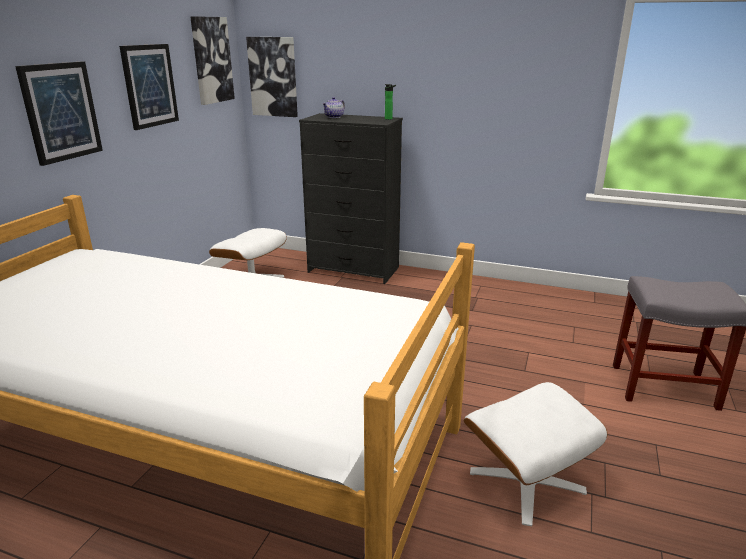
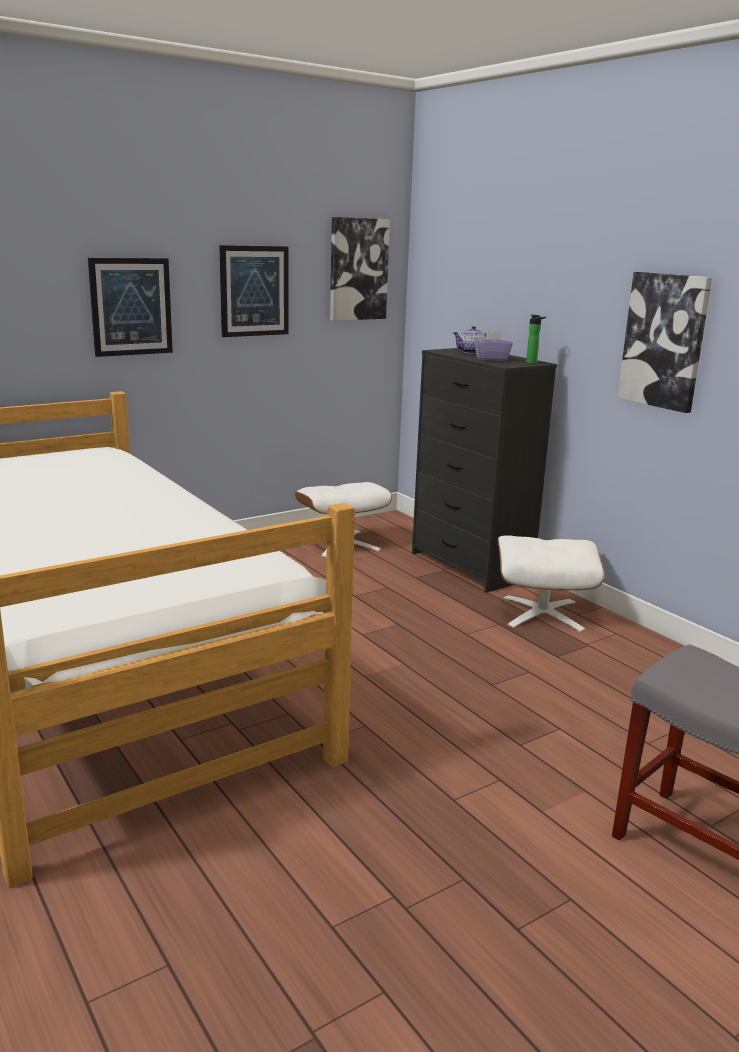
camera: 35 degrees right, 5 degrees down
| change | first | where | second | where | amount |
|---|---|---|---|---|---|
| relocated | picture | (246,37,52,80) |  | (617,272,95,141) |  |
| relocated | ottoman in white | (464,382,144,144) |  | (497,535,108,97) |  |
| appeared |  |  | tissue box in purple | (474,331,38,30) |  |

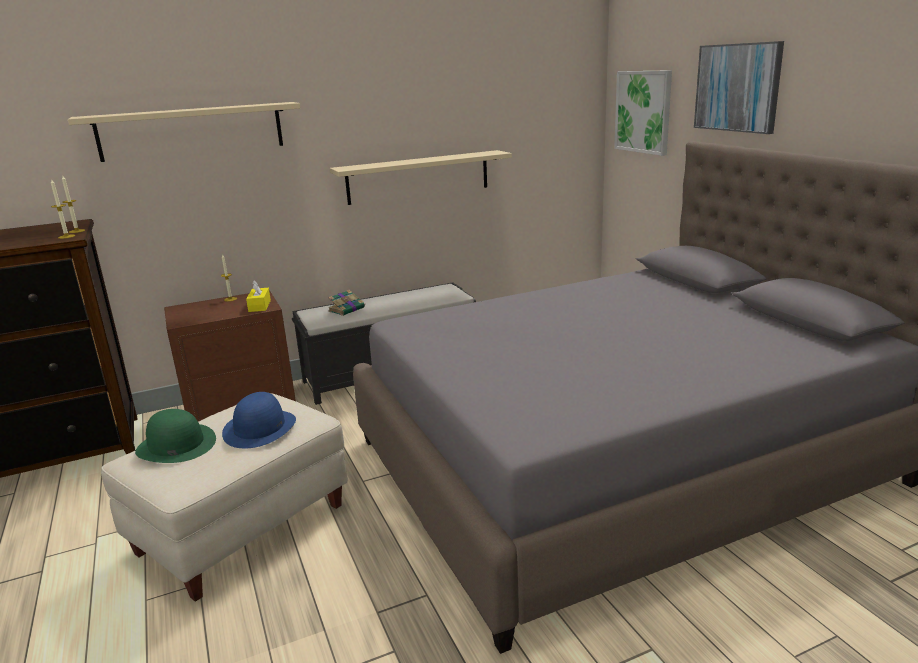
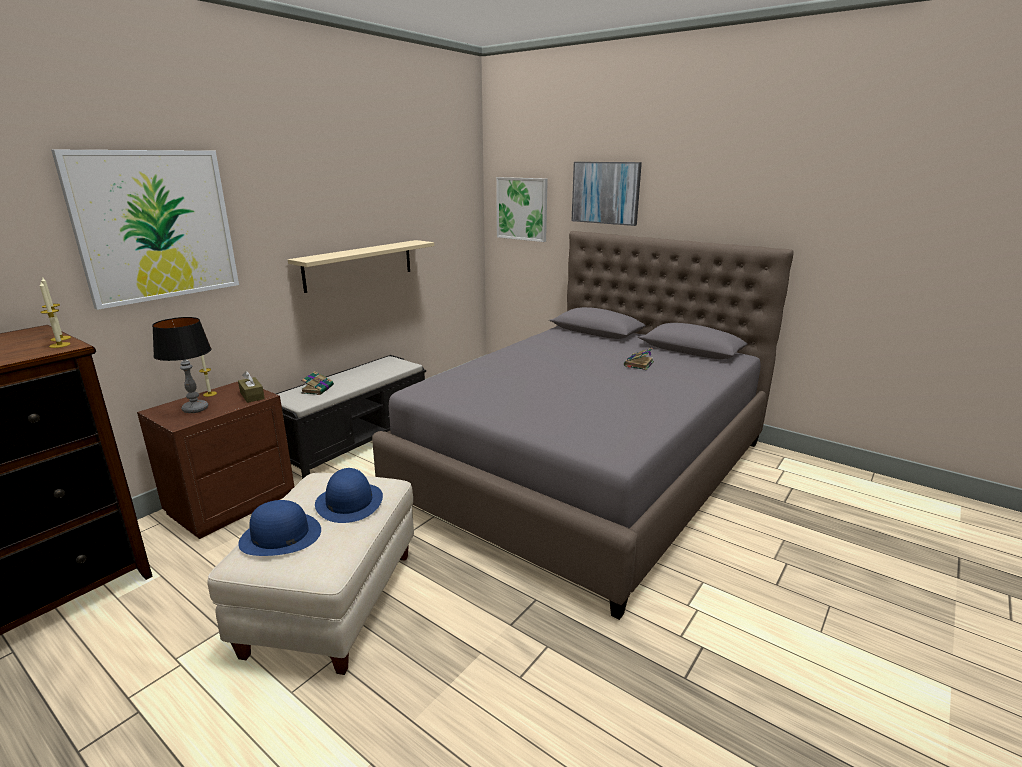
camera: 30 degrees left, 0 degrees up
| change | first | where | second | where | amount |
|---|---|---|---|---|---|
| exchanged | shelf in beige | (68,102,232,60) | picture | (51,150,188,160) |  |
| colour | hat in green | (135,409,81,54) | hat in blue | (238,500,83,56) |  |
| colour | tissue box in yellow | (246,280,25,32) | tissue box in brown | (238,371,27,32) |  |
| appeared |  |  | table lamp | (152,317,59,96) |  |
| appeared |  |  | book | (624,348,30,22) |  |

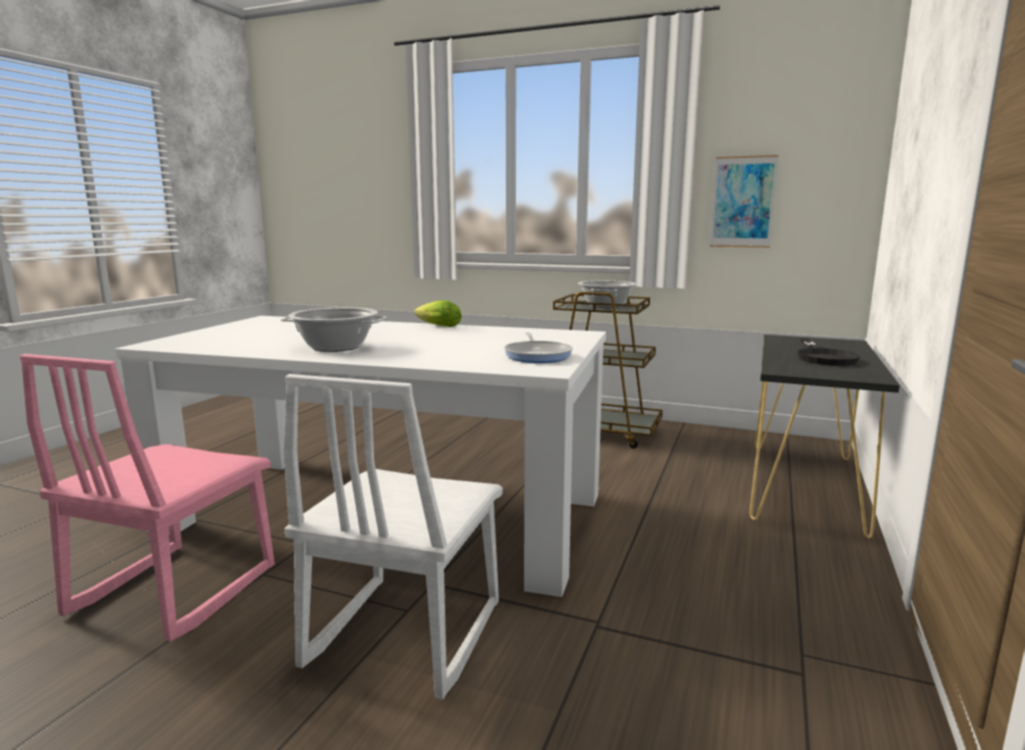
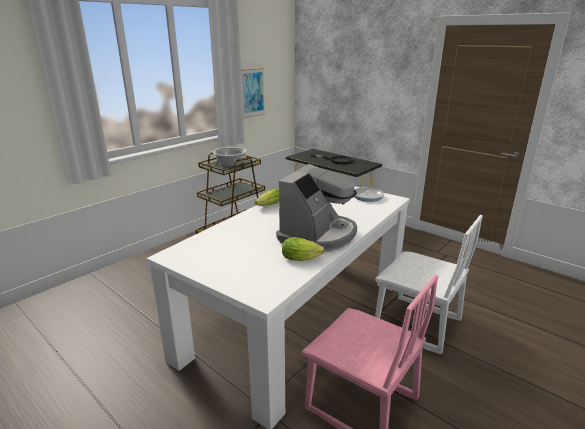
camera: 70 degrees left, 10 degrees up
| change | first | where | second | where | amount |
|---|---|---|---|---|---|
| exchanged | cooking pot | (280,307,107,45) | coffee machine | (276,164,81,87) |  |
| appeared |  |  | lettuce | (282,237,42,24) |  |

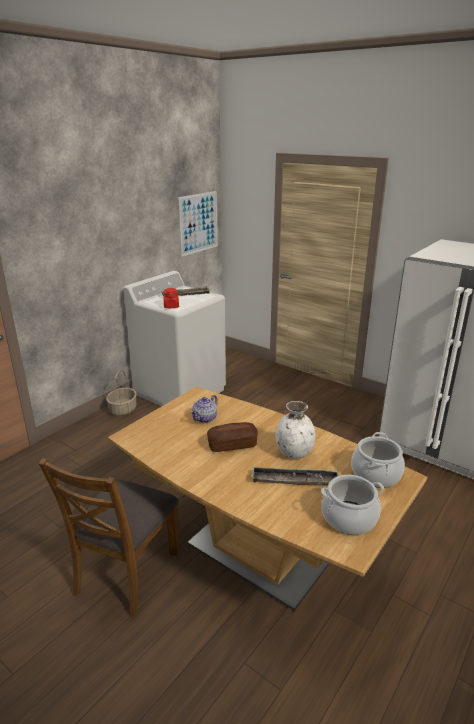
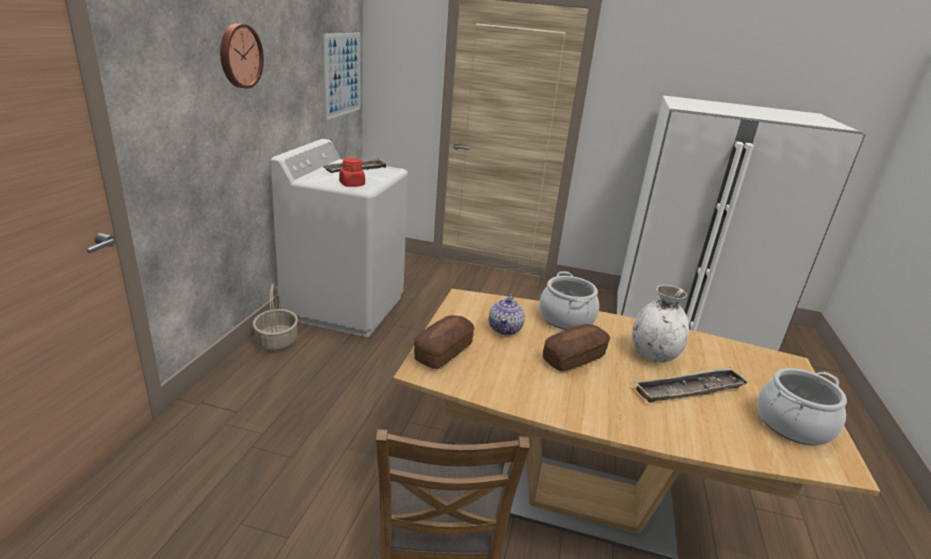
camera: 25 degrees left, 0 degrees up
| change | first | where | second | where | amount |
|---|---|---|---|---|---|
| relocated | cooking pot | (351,432,54,56) |  | (539,271,60,59) |  |
| appeared |  |  | wall clock | (220,23,44,66) |  |
| appeared |  |  | bread | (414,315,60,54) |  |

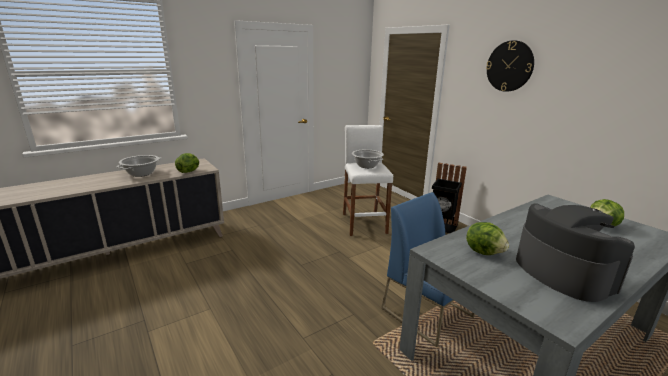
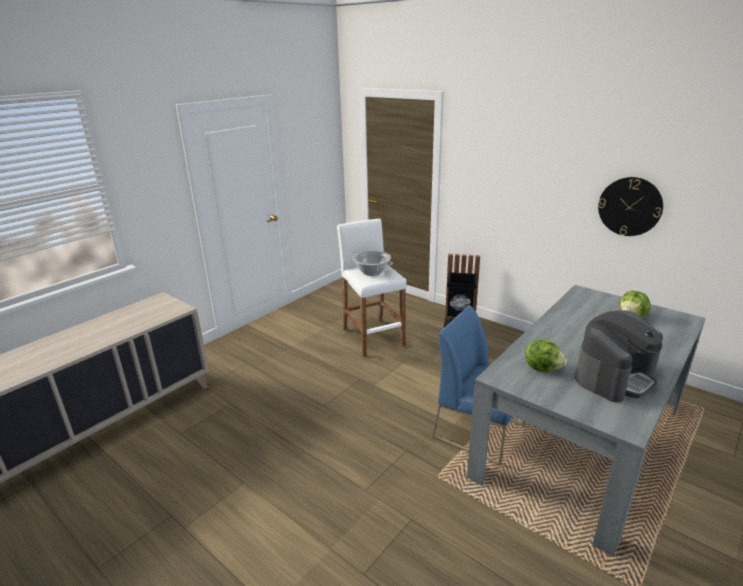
camera: 15 degrees left, 5 degrees up
| change | first | where | second | where | amount |
|---|---|---|---|---|---|
| missing | cooking pot | (116,155,45,22) |  |  |  |
| missing | lettuce | (175,153,24,20) |  |  |  |
| relocated | wall clock | (486,40,48,52) |  | (598,177,65,59) |  |
| spun | coffee machine | (516,203,119,99) |  | (575,310,88,93) | 90 degrees clockwise |

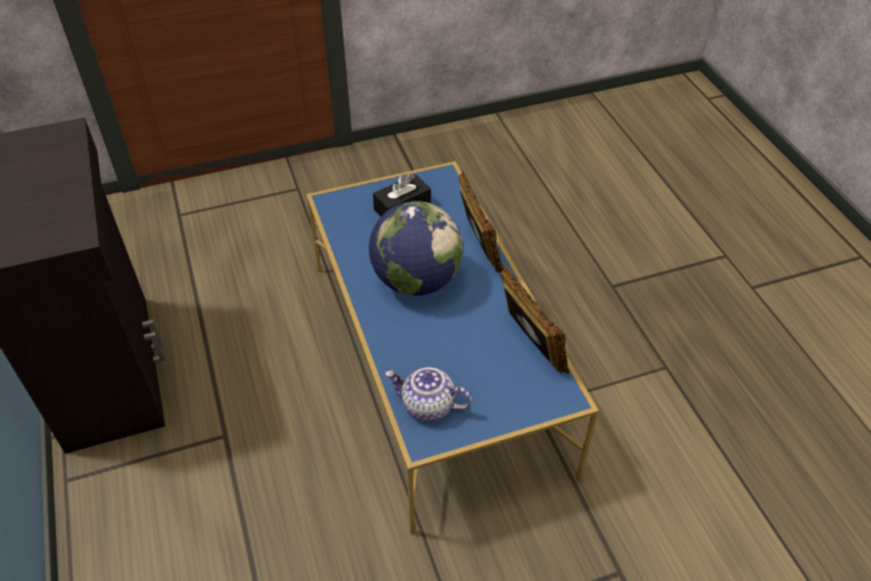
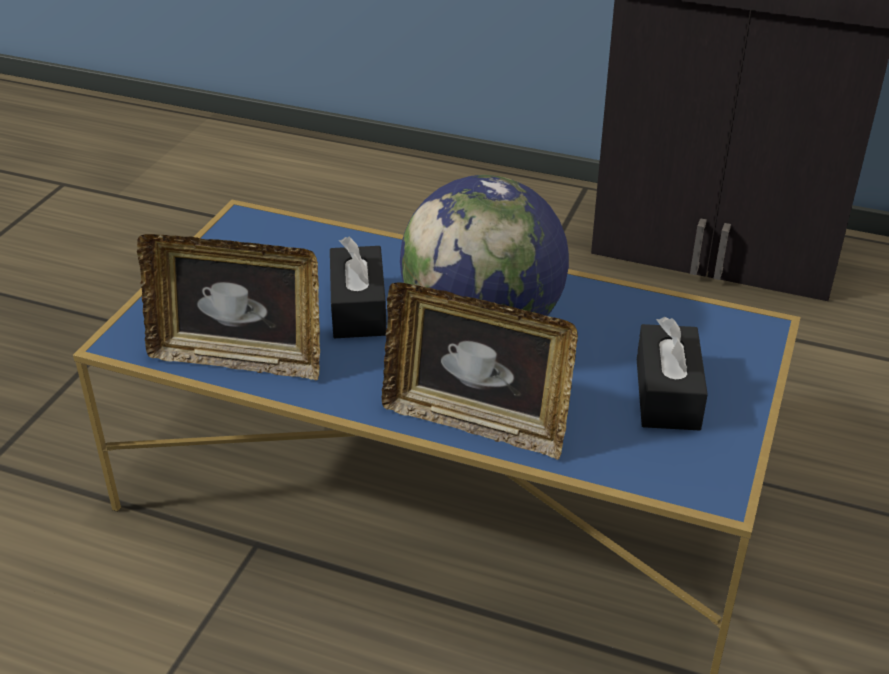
camera: 130 degrees right, 10 degrees down
| change | first | where | second | where | amount |
|---|---|---|---|---|---|
| missing | teapot | (385,367,87,55) |  |  |  |
| appeared |  |  | tissue box in black | (330,237,57,101) |  |

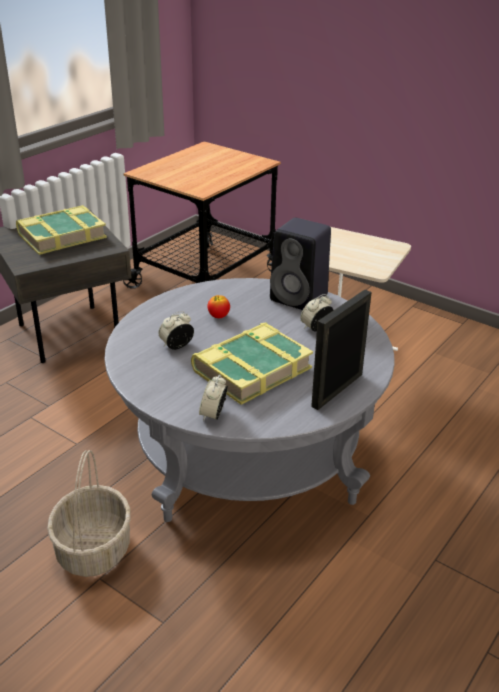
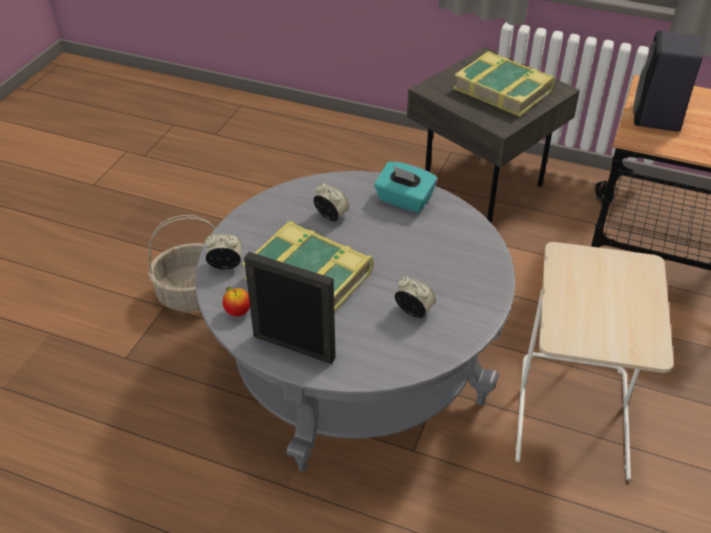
camera: 75 degrees right, 10 degrees up
| change | first | where | second | where | amount |
|---|---|---|---|---|---|
| relocated | apple | (208,295,22,23) |  | (222,287,28,29) |  |
| relocated | speaker in black | (270,218,61,92) |  | (633,30,70,102) |  |
| appeared |  |  | tissue box in turquoise | (374,162,63,51) |  |

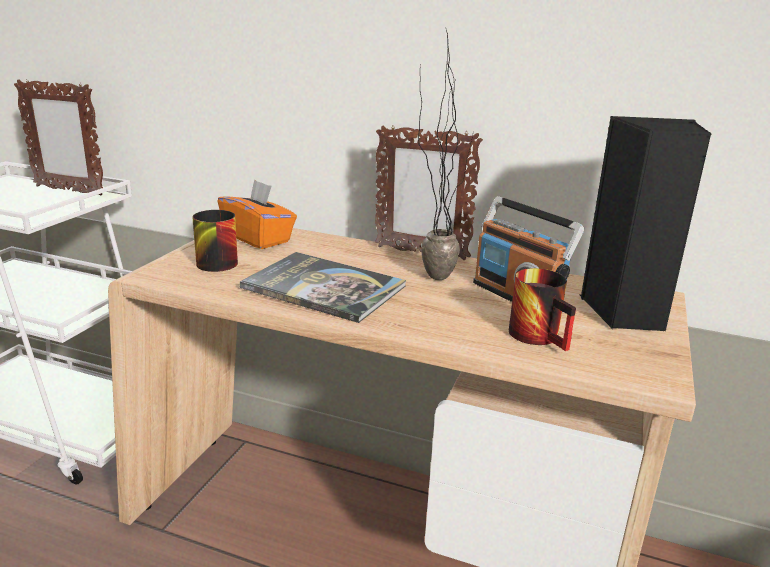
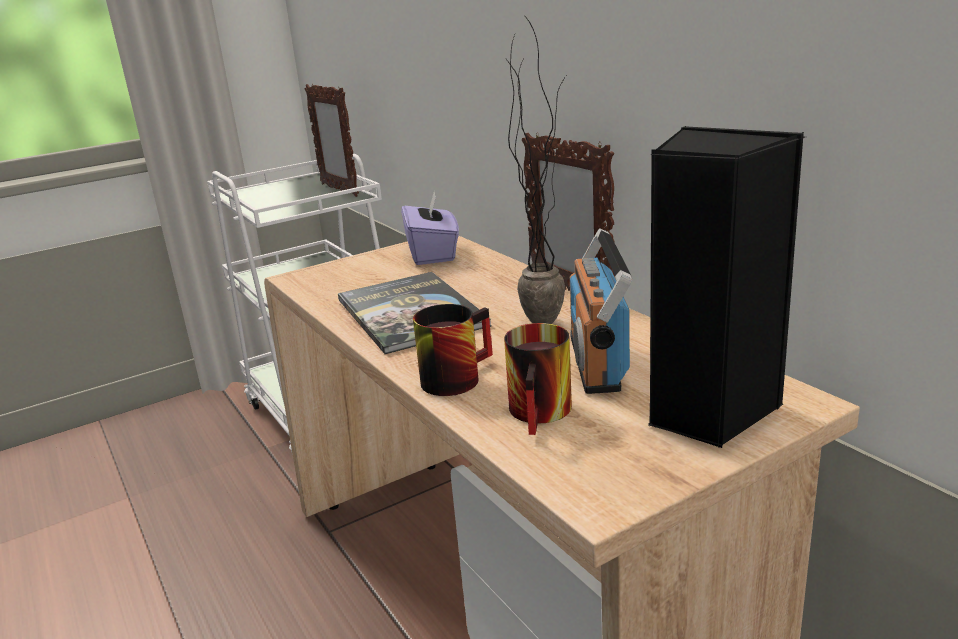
camera: 40 degrees right, 0 degrees up
| change | first | where | second | where | amount |
|---|---|---|---|---|---|
| relocated | mug | (192,210,46,62) |  | (413,304,80,92) |  |
| colour | tissue box in orange | (218,179,79,70) | tissue box in purple | (401,192,58,73) |  |

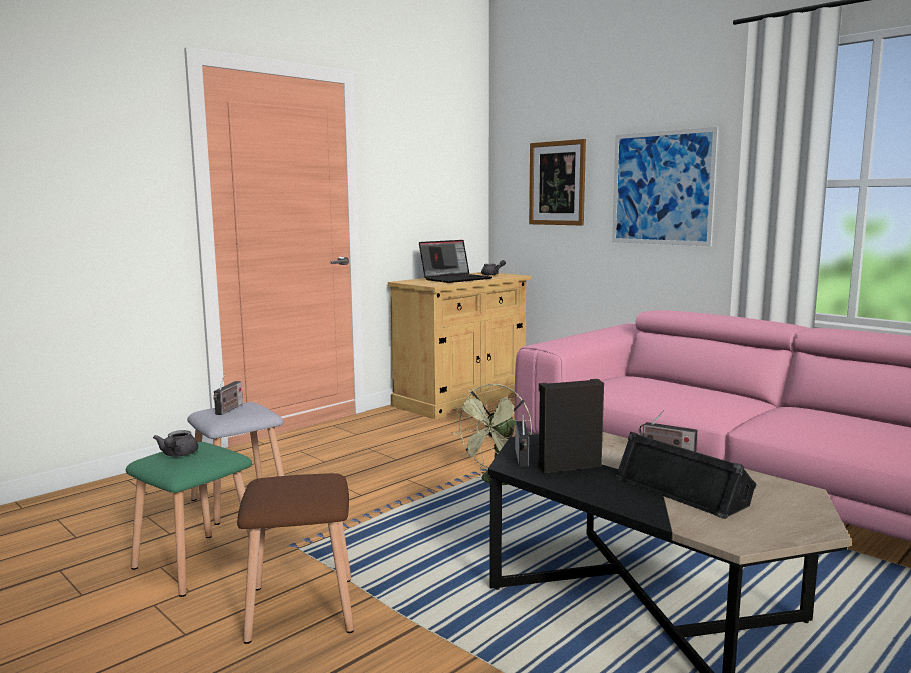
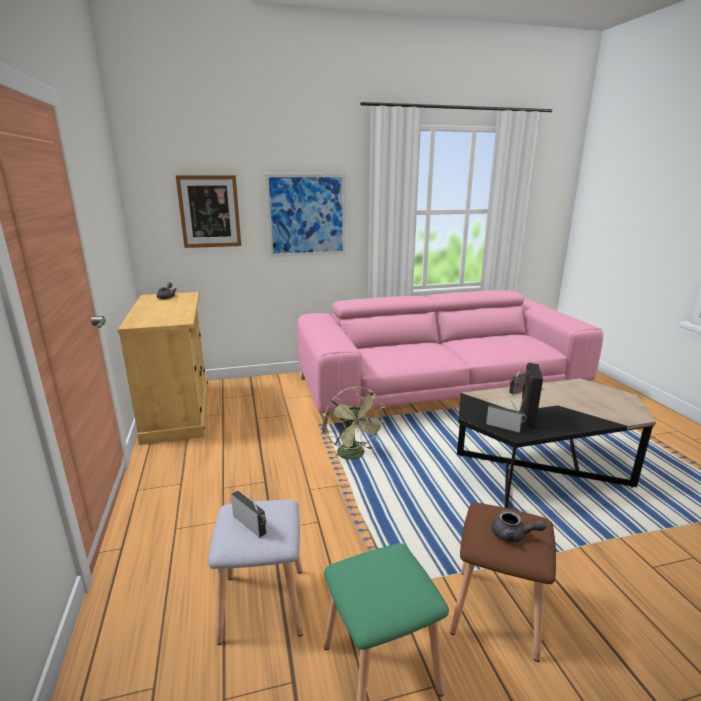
camera: 60 degrees left, 10 degrees up
| change | first | where | second | where | amount |
|---|---|---|---|---|---|
| relocated | teapot in grey | (153,430,45,26) |  | (492,510,54,32) |  |
| missing | laptop | (419,240,73,43) |  |  |  |
| missing | speaker in black | (615,432,142,87) |  |  |  |

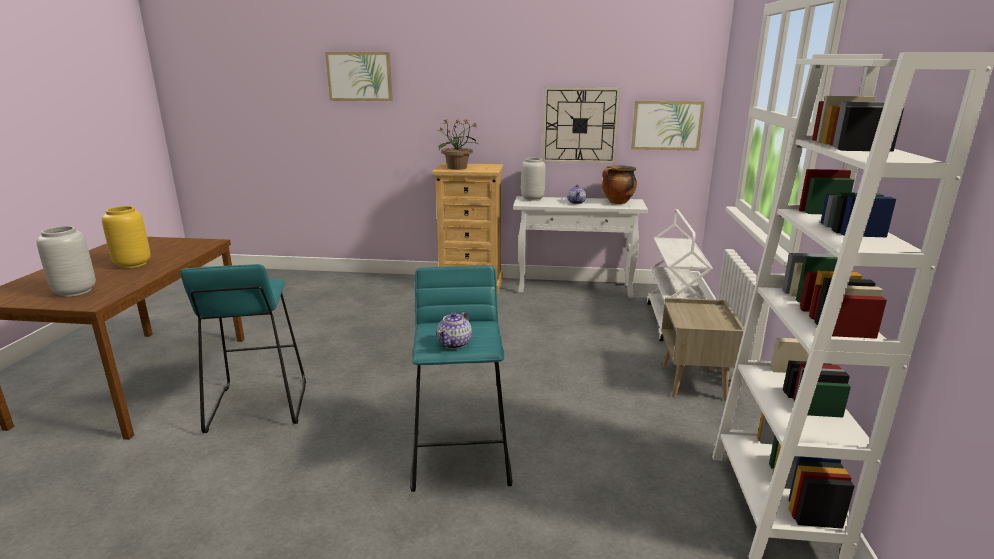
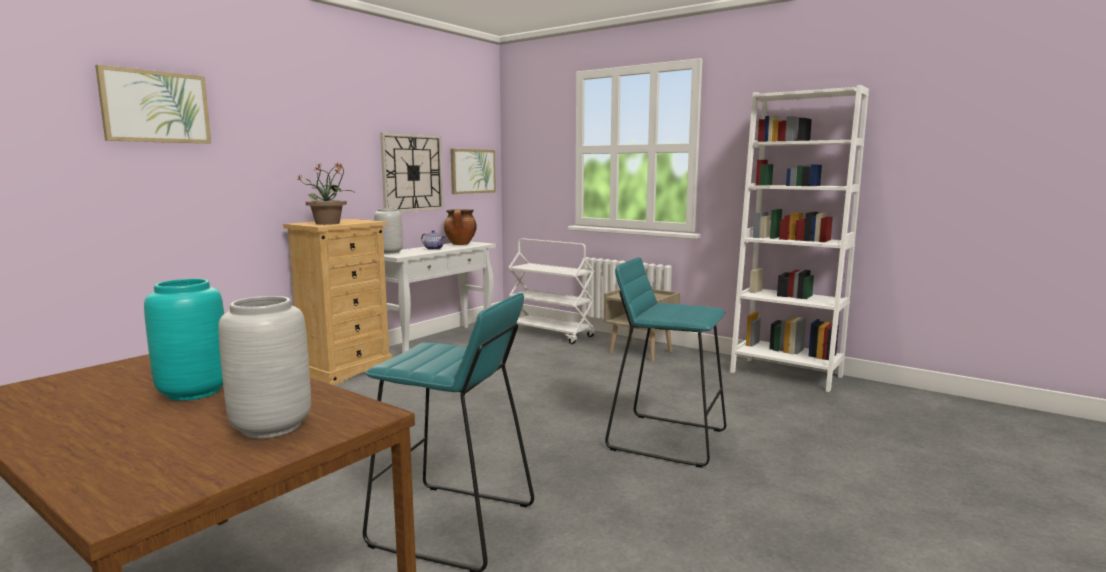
camera: 60 degrees left, 10 degrees down
| change | first | where | second | where | amount |
|---|---|---|---|---|---|
| colour | vase in yellow | (102,206,48,62) | vase in turquoise | (144,279,80,122) |  |
| missing | teapot | (437,311,35,38) |  |  |  |

